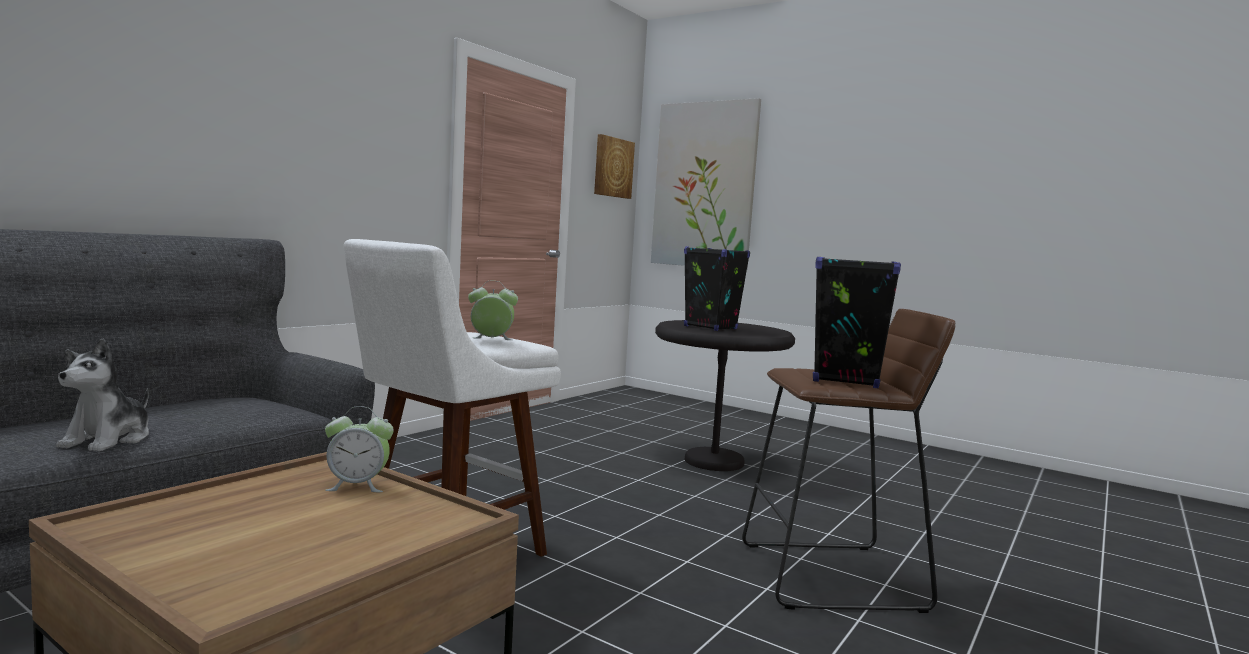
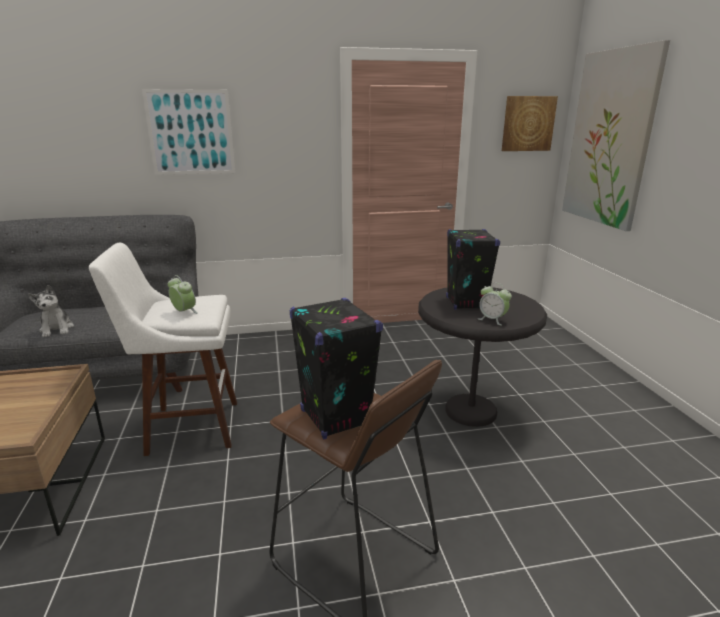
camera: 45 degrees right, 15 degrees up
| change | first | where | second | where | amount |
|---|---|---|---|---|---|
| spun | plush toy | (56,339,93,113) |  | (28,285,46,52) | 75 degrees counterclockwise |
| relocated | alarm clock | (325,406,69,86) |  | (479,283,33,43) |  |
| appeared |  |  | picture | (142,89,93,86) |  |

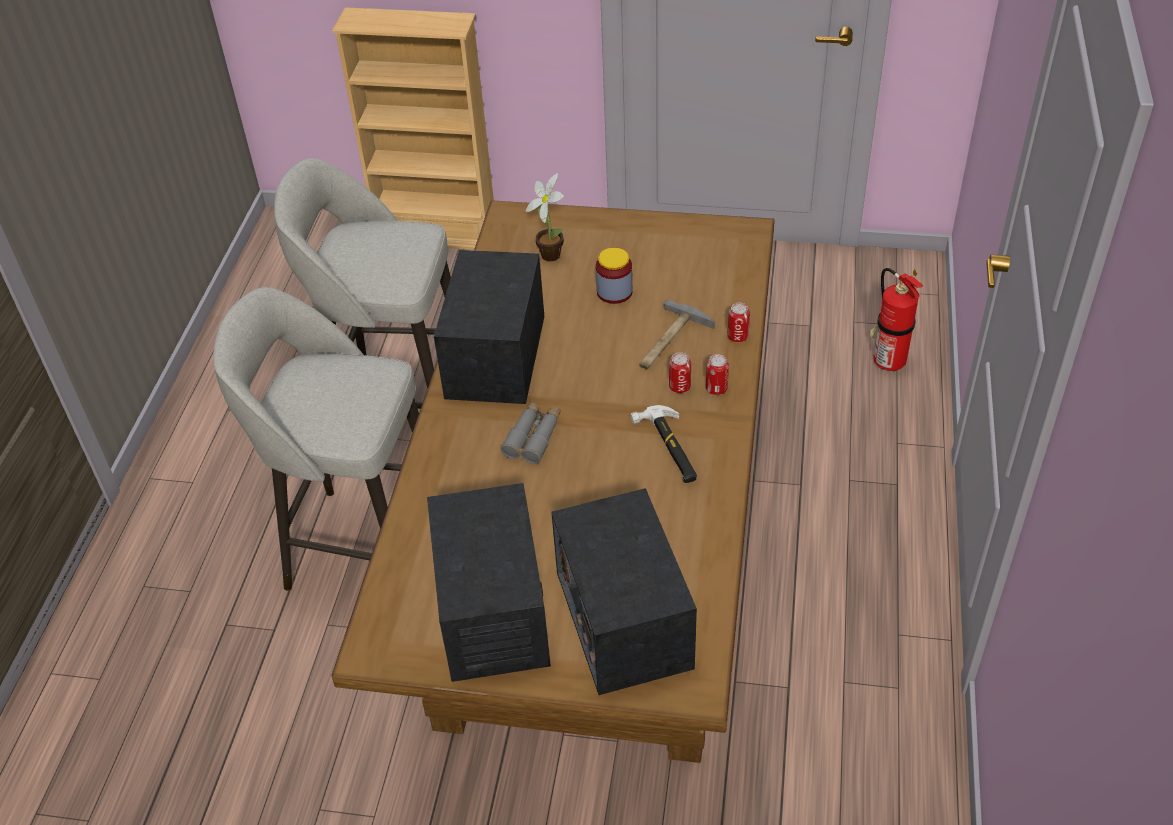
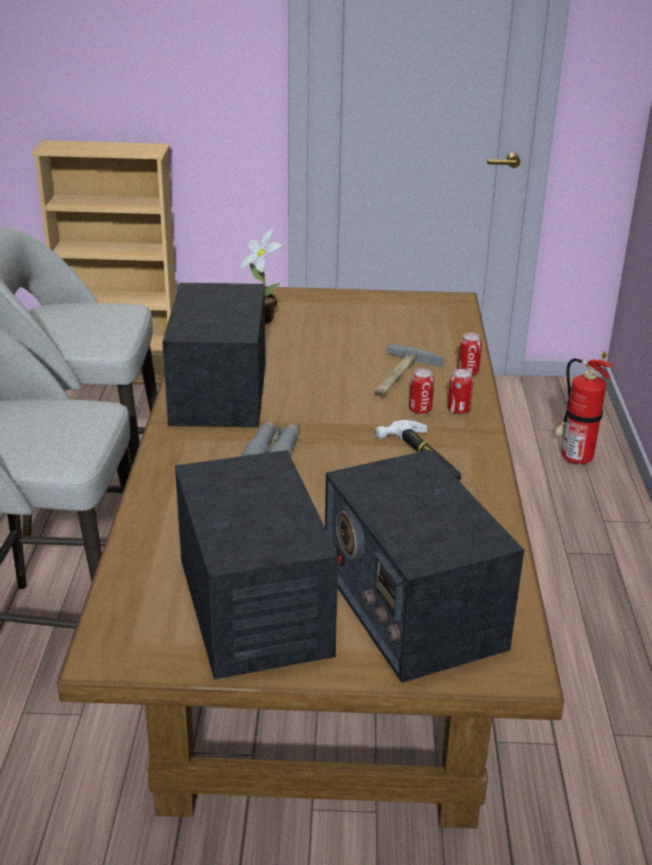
camera: 10 degrees left, 15 degrees down
| change | first | where | second | where | amount |
|---|---|---|---|---|---|
| missing | jar | (596,248,37,56) |  |  |  |

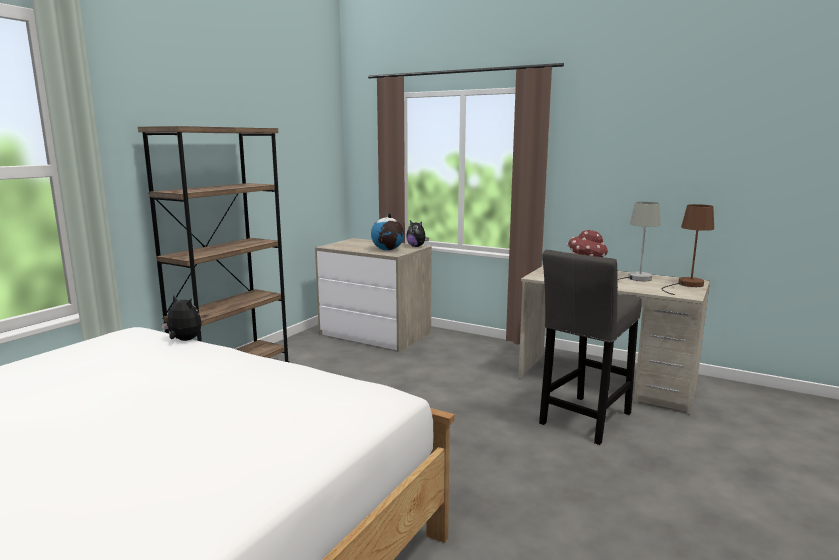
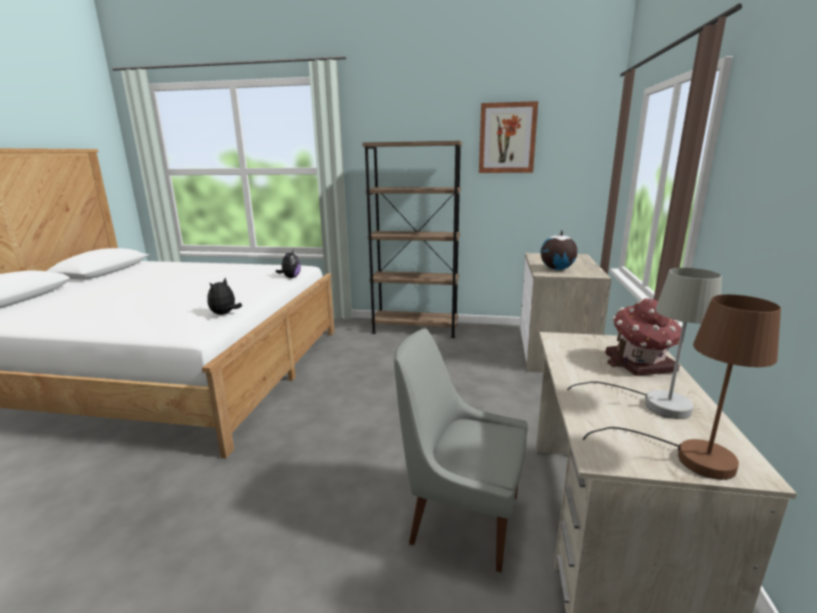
camera: 70 degrees right, 5 degrees up
| change | first | where | second | where | amount |
|---|---|---|---|---|---|
| relocated | plush toy | (406,220,23,27) |  | (207,278,35,37) |  |
| exchanged | stool in grey | (539,250,103,195) | chair in grey | (394,328,134,244) |  |
| appeared |  |  | picture | (479,101,59,72) |  |

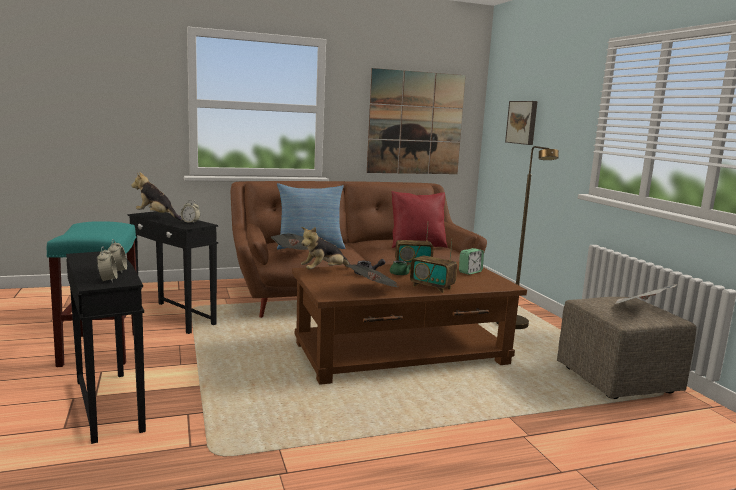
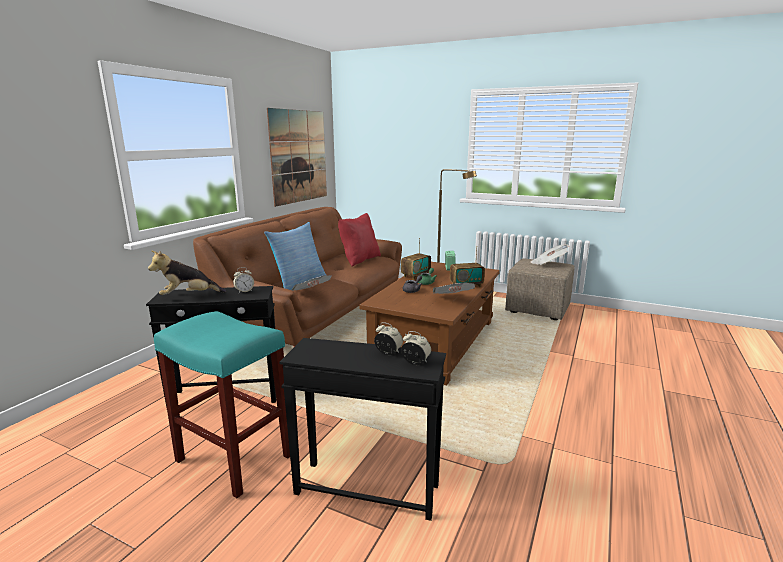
camera: 45 degrees left, 5 degrees up
| change | first | where | second | where | amount |
|---|---|---|---|---|---|
| missing | plush toy | (301,227,50,43) |  |  |  |
| missing | picture | (505,101,33,44) |  |  |  |

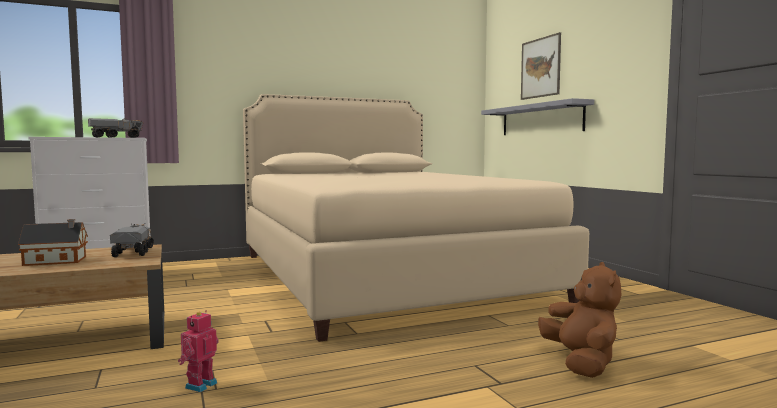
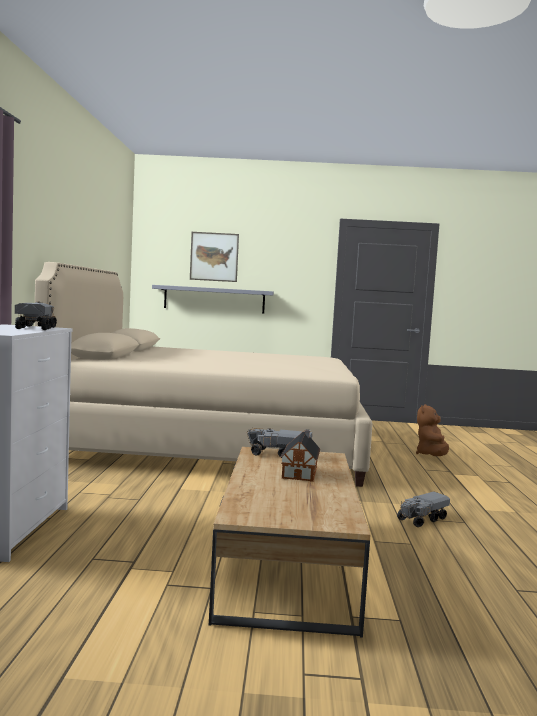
camera: 65 degrees left, 0 degrees up
| change | first | where | second | where | amount |
|---|---|---|---|---|---|
| exchanged | toy robot | (178,310,41,82) | toy truck | (397,492,53,35) |  |
| spun | plush toy in brown | (538,262,84,116) |  | (416,404,33,52) | 90 degrees counterclockwise |

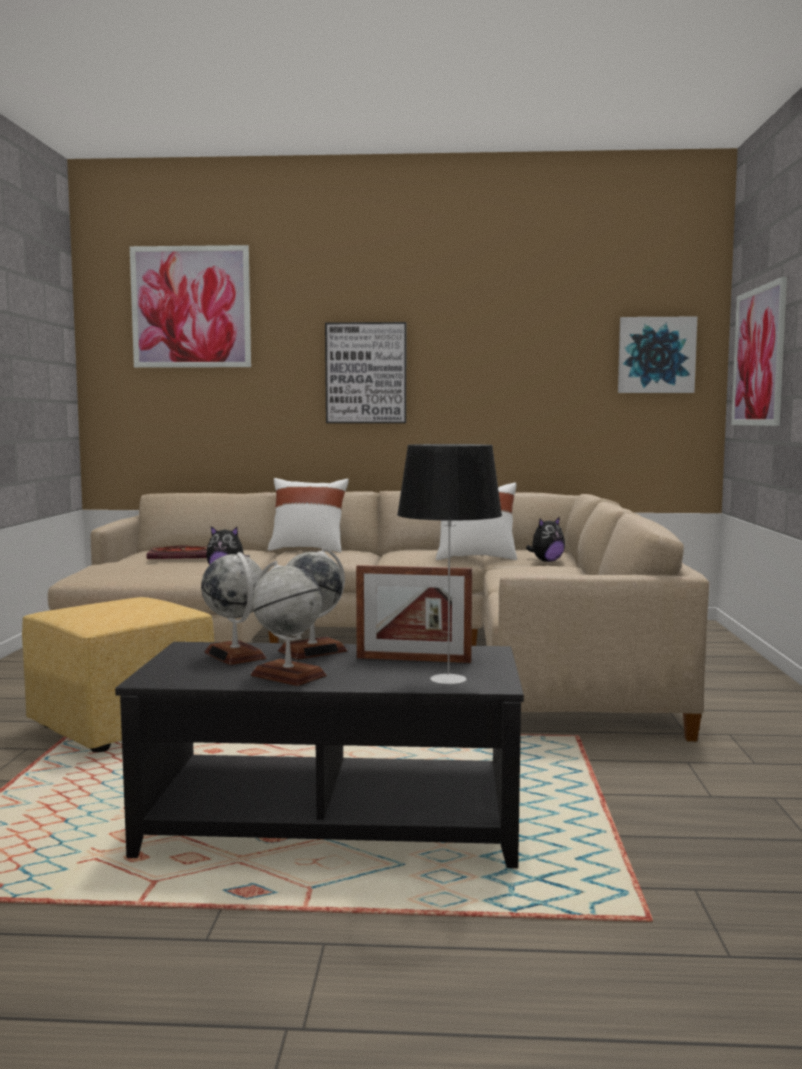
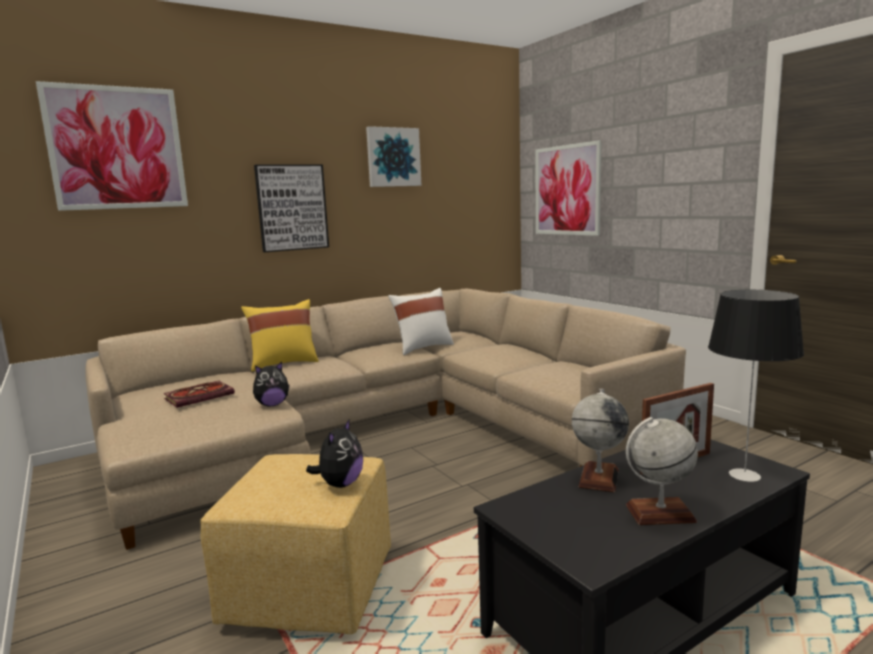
camera: 35 degrees left, 5 degrees up
| change | first | where | second | where | amount |
|---|---|---|---|---|---|
| missing | globe | (201,552,66,113) |  |  |  |
| colour | pillow in white | (267,478,82,74) | pillow in yellow | (241,299,77,73) |  |
| relocated | plush toy | (526,517,39,45) |  | (306,418,57,70) |  |
| relocated | picture | (618,317,79,76) |  | (366,126,56,61) |  |

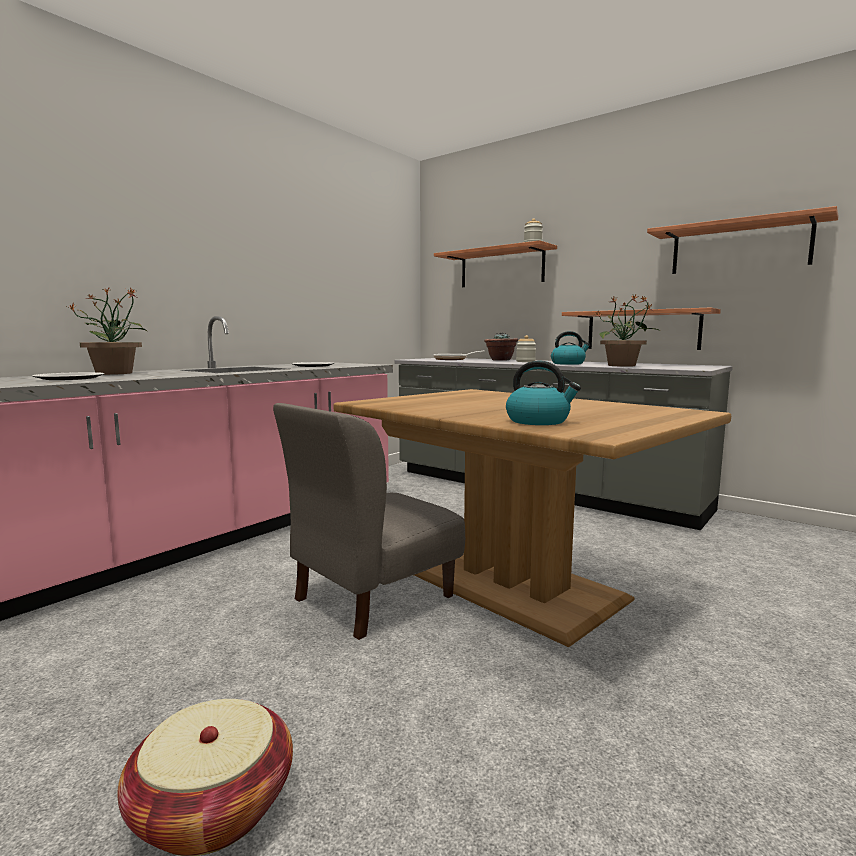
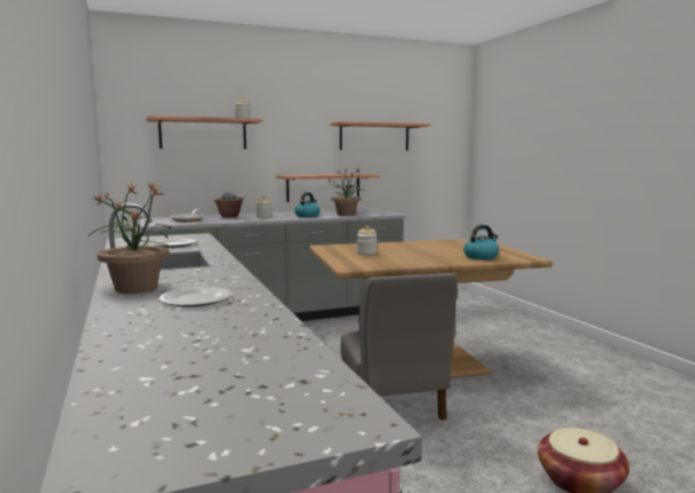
camera: 60 degrees left, 0 degrees up
| change | first | where | second | where | amount |
|---|---|---|---|---|---|
| appeared |  |  | jar | (357,226,20,29) |  |

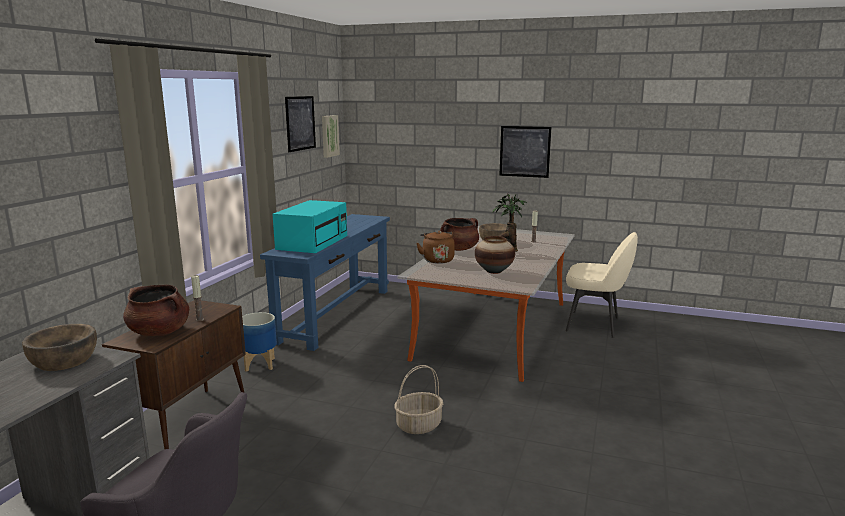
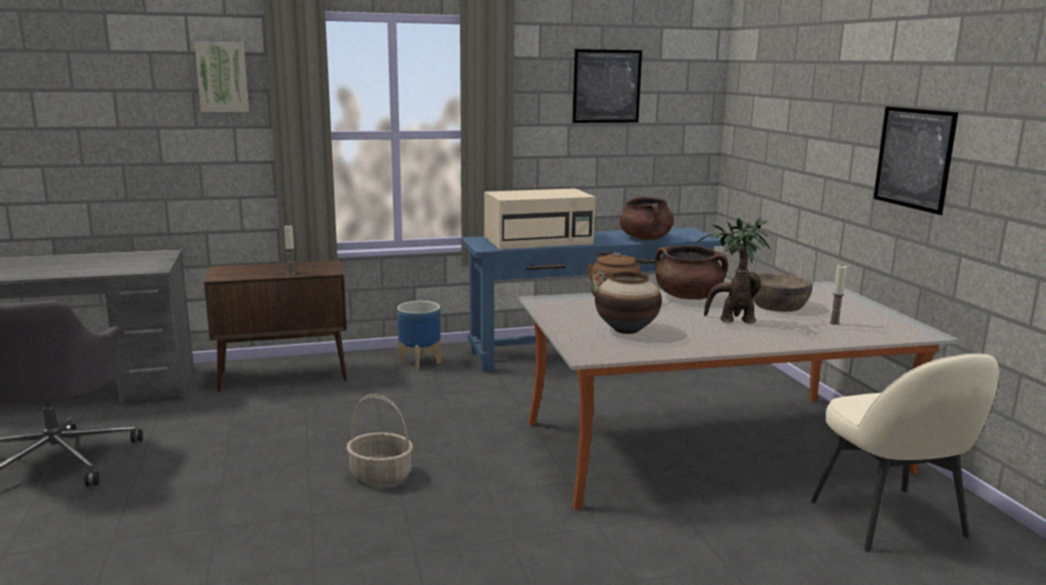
camera: 55 degrees right, 0 degrees up
| change | first | where | second | where | amount |
|---|---|---|---|---|---|
| missing | bowl in brown | (22,324,75,47) |  |  |  |
| relocated | cooking pot in brown | (123,285,66,51) |  | (620,196,54,44) |  |
| colour | microwave in turquoise | (273,200,74,54) | microwave in beige | (484,188,111,61) |  |
| relocated | picture | (322,115,18,43) |  | (194,42,55,70) |  |

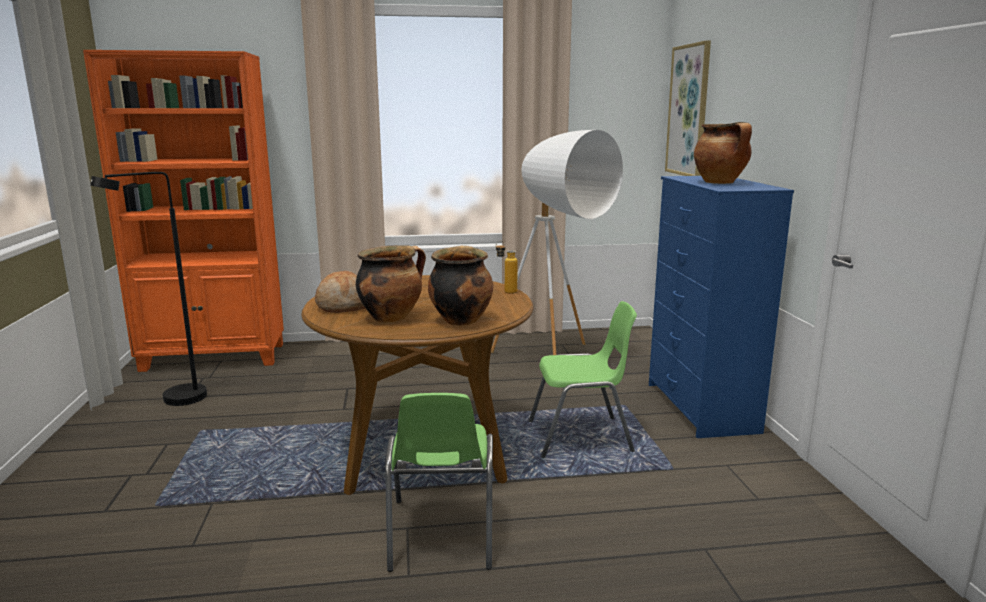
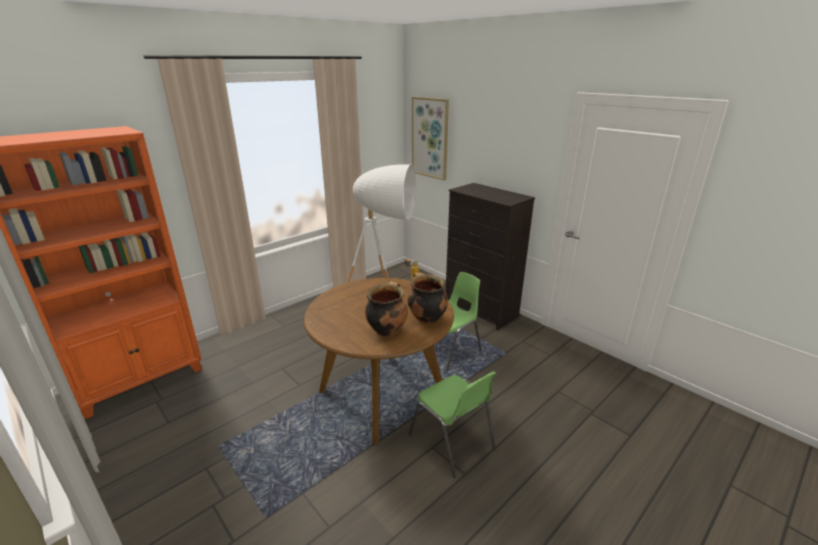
camera: 35 degrees left, 10 degrees up
| change | first | where | second | where | amount |
|---|---|---|---|---|---|
| missing | floor lamp in black | (90,172,117,234) |  |  |  |
| missing | bread | (315,271,50,42) |  |  |  |
| colour | dresser in blue | (649,176,145,262) | dresser in black | (446,183,89,147) |  |
| missing | cooking pot | (694,122,58,62) |  |  |  |

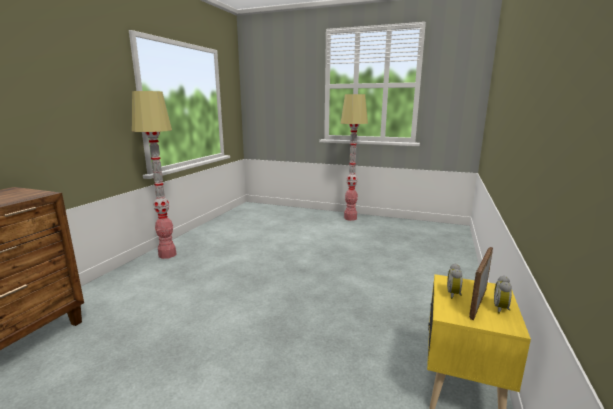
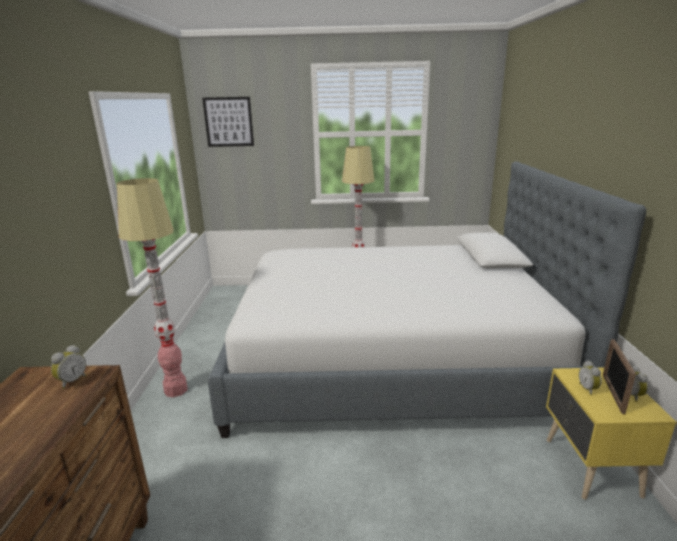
camera: 20 degrees left, 5 degrees up
| change | first | where | second | where | amount |
|---|---|---|---|---|---|
| appeared |  |  | alarm clock | (51,345,35,44) |  |
| appeared |  |  | picture | (202,97,52,50) |  |
| appeared |  |  | bed | (208,161,438,277) |  |

